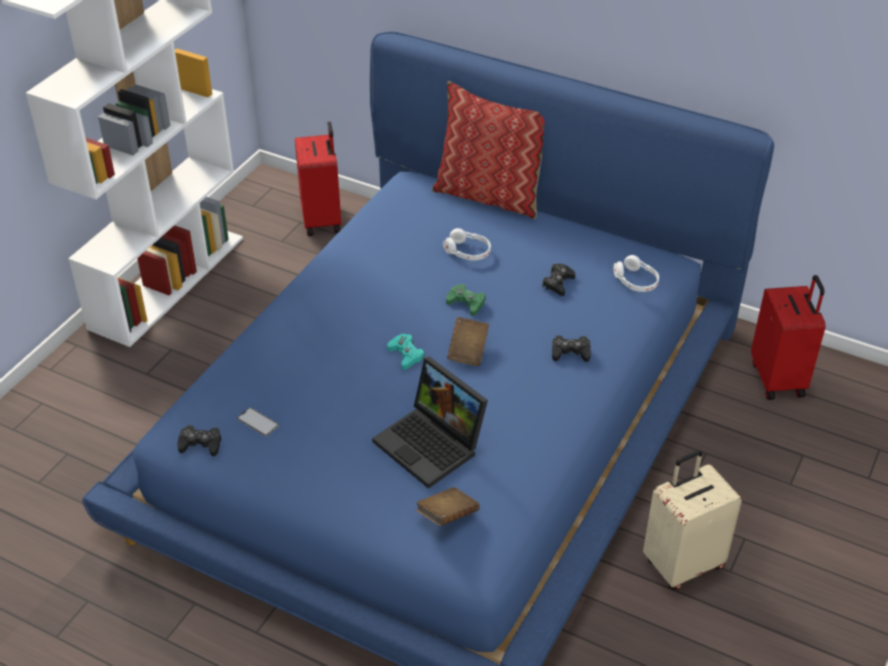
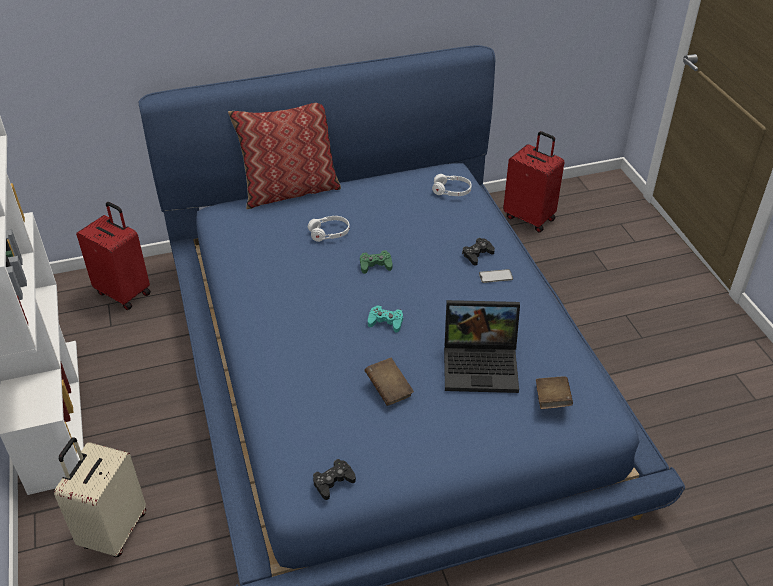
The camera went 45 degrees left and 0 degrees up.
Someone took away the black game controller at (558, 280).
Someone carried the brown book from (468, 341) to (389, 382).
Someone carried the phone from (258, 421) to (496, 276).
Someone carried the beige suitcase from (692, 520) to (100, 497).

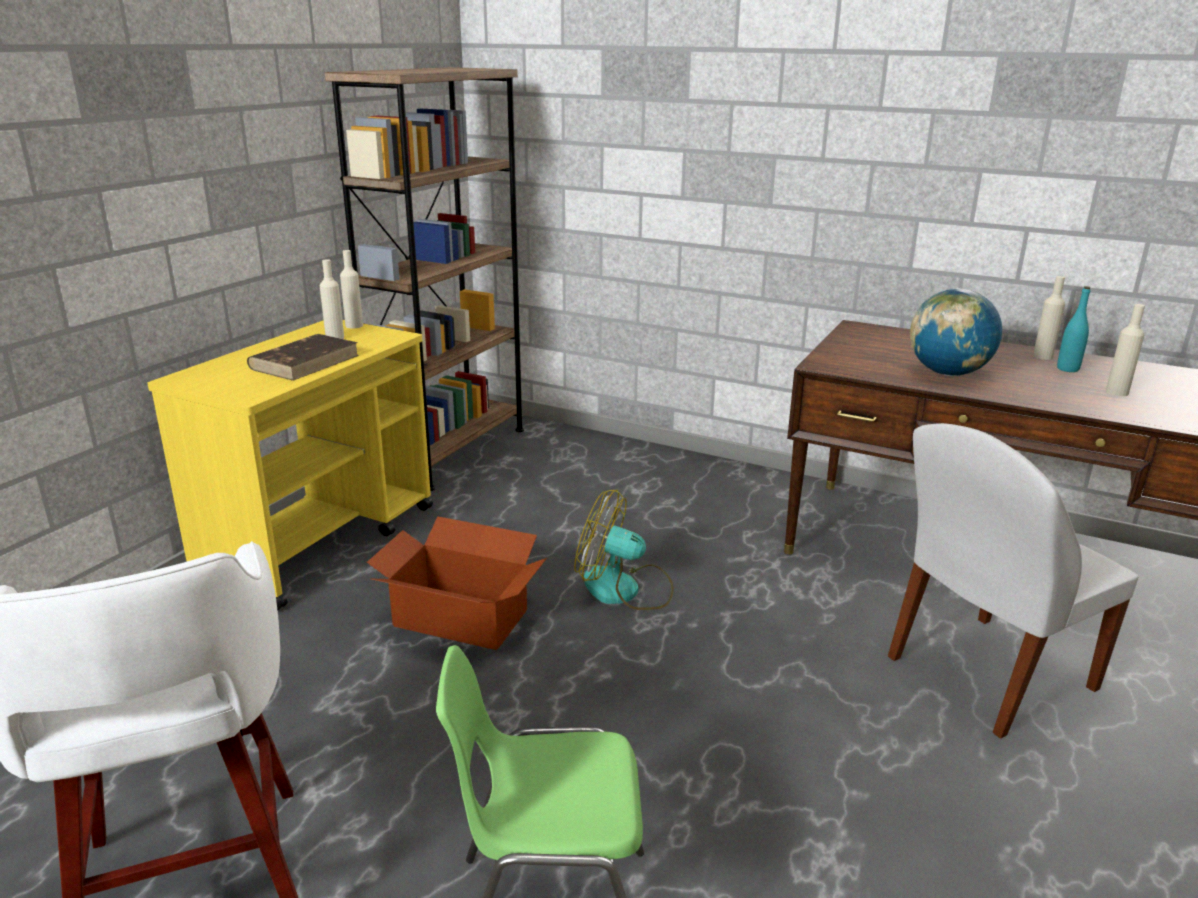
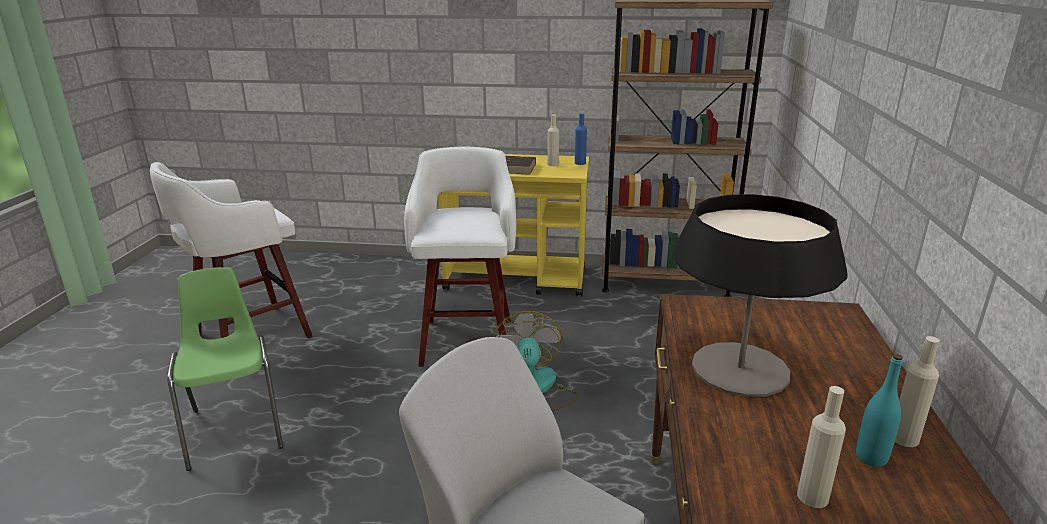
The camera went 70 degrees right and 0 degrees up.
Someone repainted the beige bottle at (351, 289), which became the blue bottle at (581, 139).
Someone swapped the globe at (956, 332) for the table lamp at (760, 295).
Someone swapped the cardboard box at (457, 583) for the white stool at (460, 257).

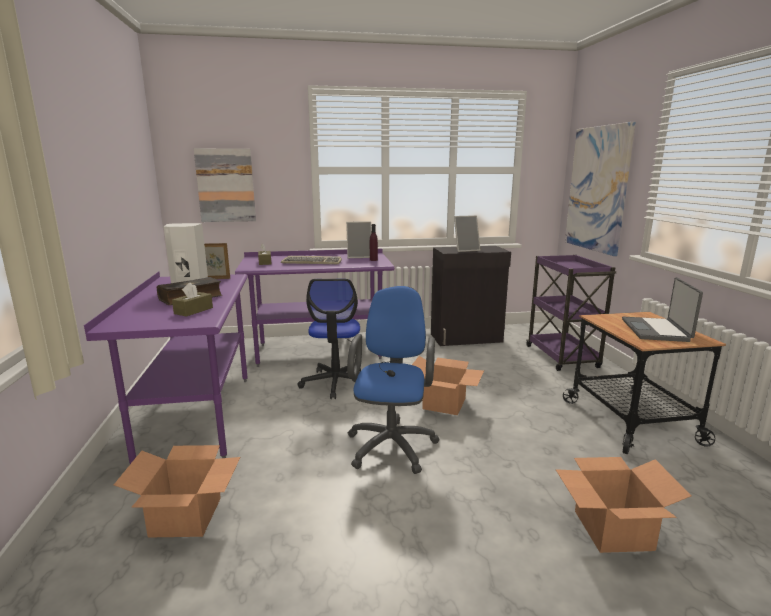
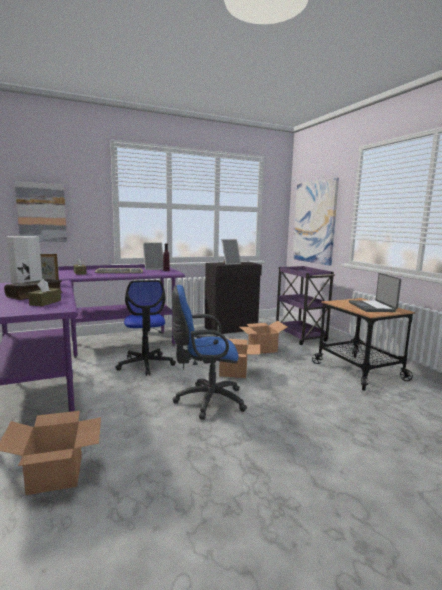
The camera went 15 degrees left and 5 degrees down.
Someone rotated the blue office chair at (393, 380) by 90 degrees counterclockwise.
Someone carried the cardboard box from (623, 505) to (263, 337).

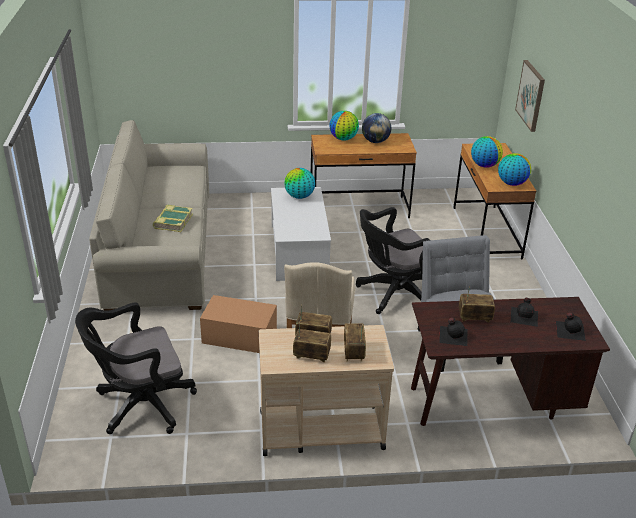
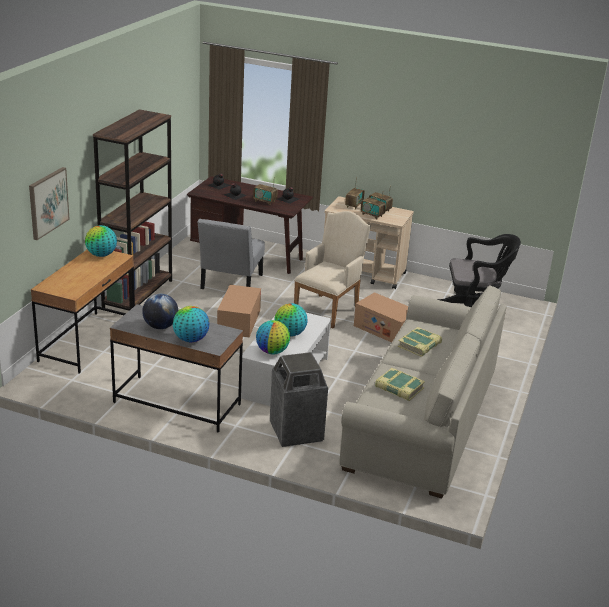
The camera went 155 degrees left and 5 degrees down.
Someone repainted the brown desk at (364, 175), which became the grey desk at (176, 368).
Someone carried the globe from (487, 152) to (291, 320).
Someone swapped the black office chair at (393, 260) for the cardboard box at (239, 311).
Someone put down the brown bookcase at (132, 210).
Someone put down the trash can at (299, 399).
Someone put down the book at (400, 384).

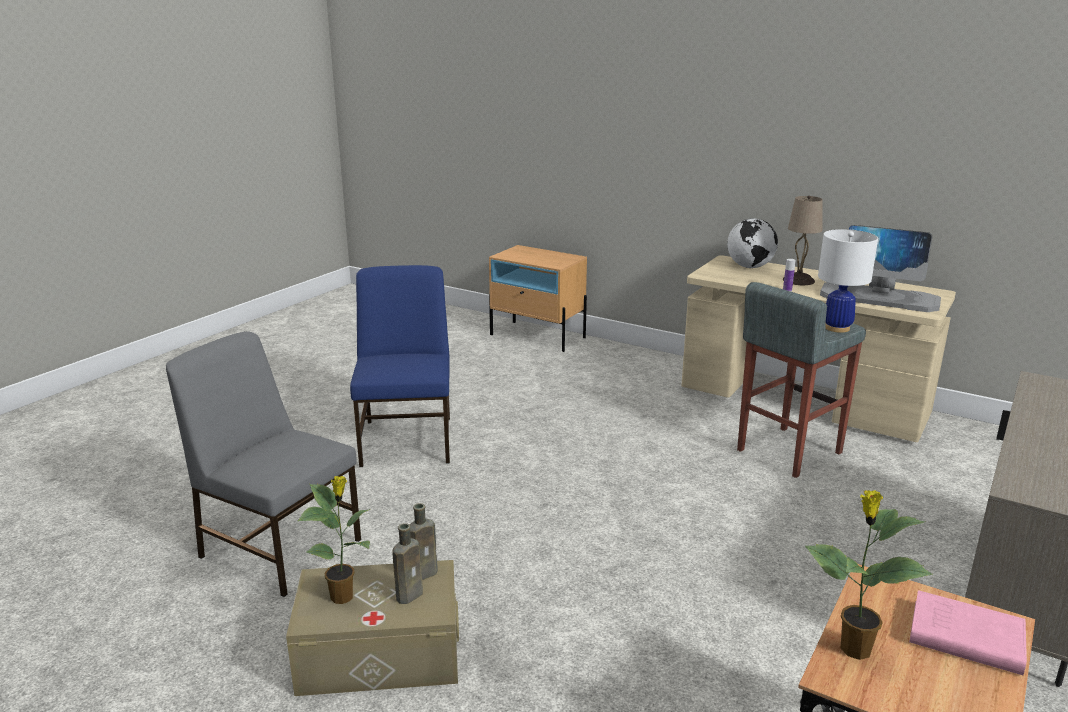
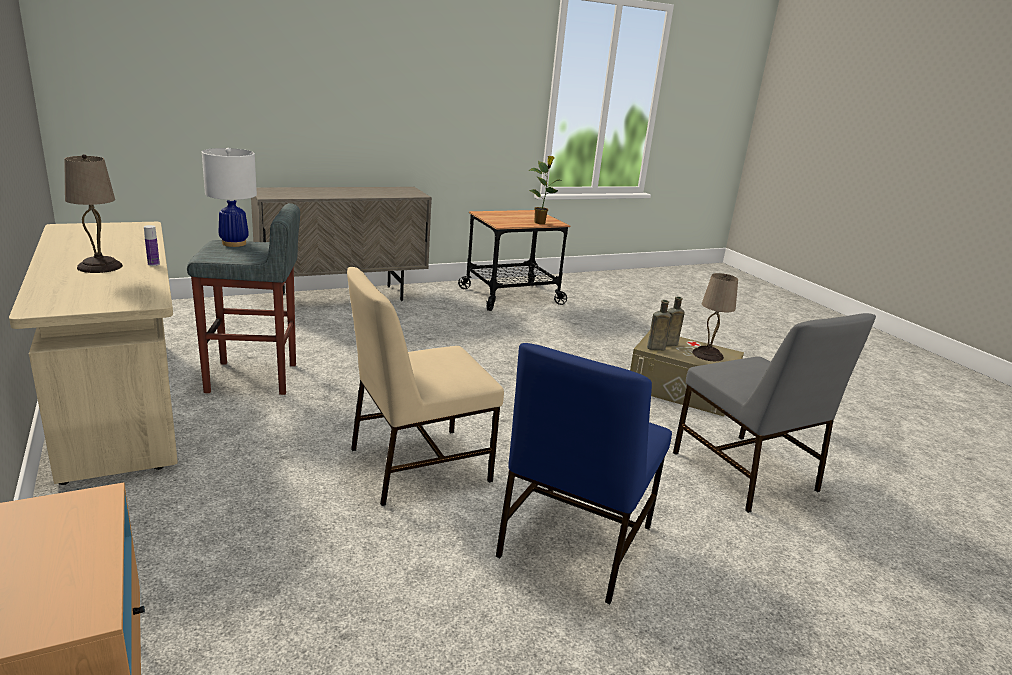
The camera went 150 degrees left and 0 degrees up.
Someone took away the globe at (752, 243).
Someone took away the monitor at (880, 268).
Someone swapped the potted plant at (334, 540) for the beige table lamp at (715, 317).
Someone took away the pink book at (968, 632).
Someone put down the beige chair at (425, 386).

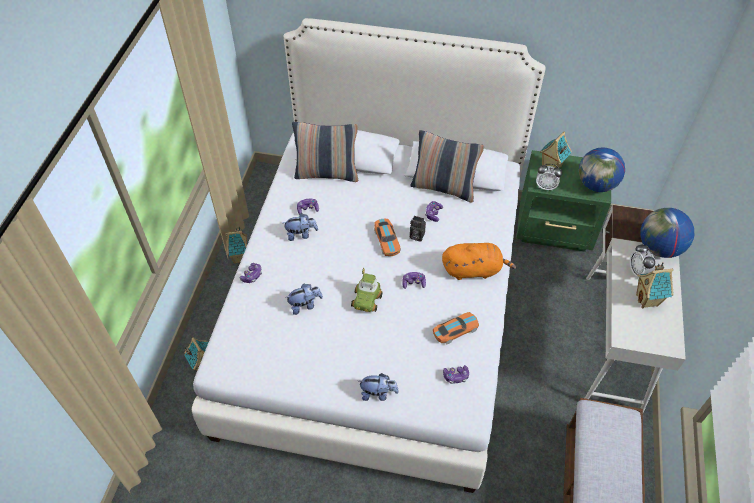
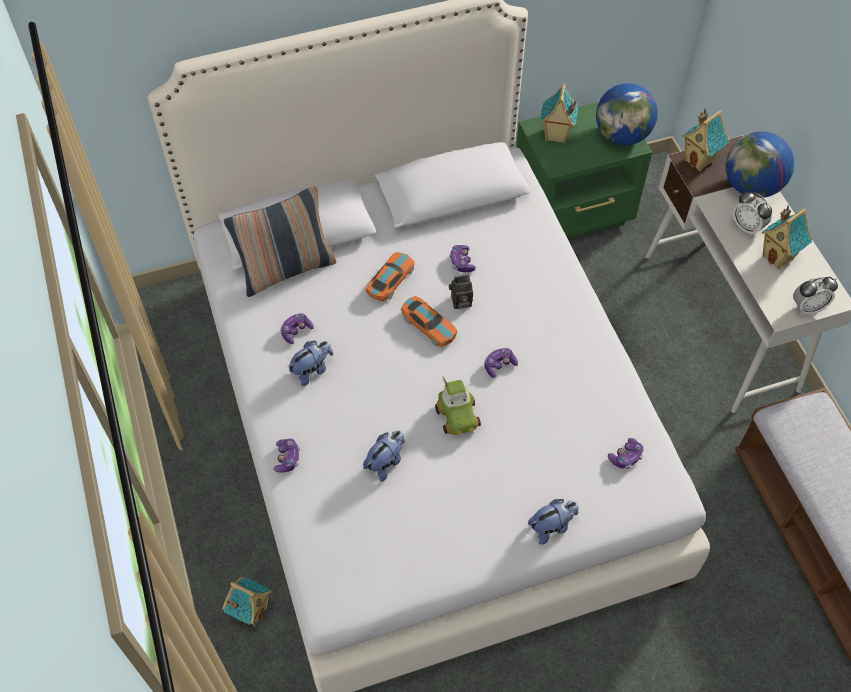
The camera went 30 degrees left and 5 degrees up.
Someone took away the pillow at (447, 166).
Someone carried the alarm clock from (549, 177) to (815, 295).
Someone carried the toy house from (236, 245) to (706, 140).
Someone took away the orange plush toy at (479, 261).
Someone carried the toy car from (456, 328) to (390, 276).

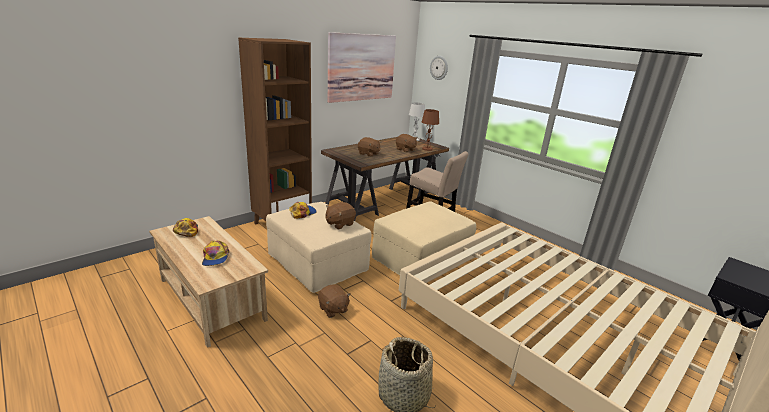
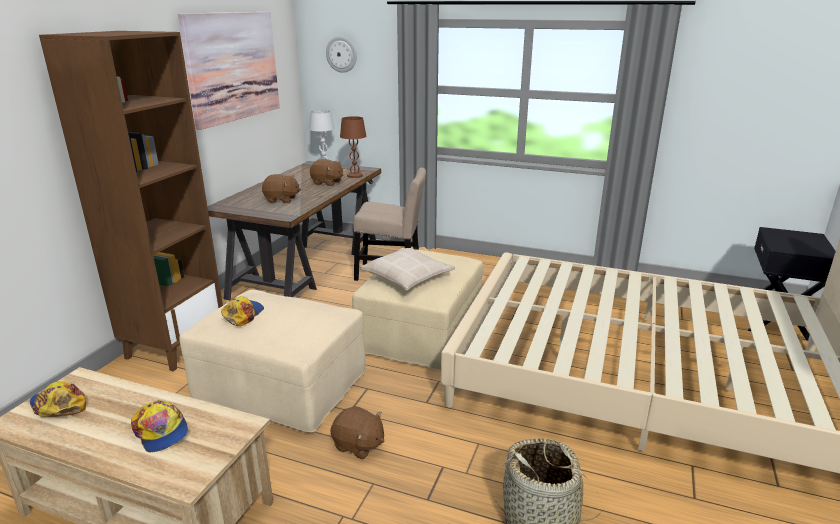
The camera went 25 degrees left and 0 degrees up.
Someone took away the brown plush toy at (341, 215).
Someone put down the beige pillow at (408, 269).

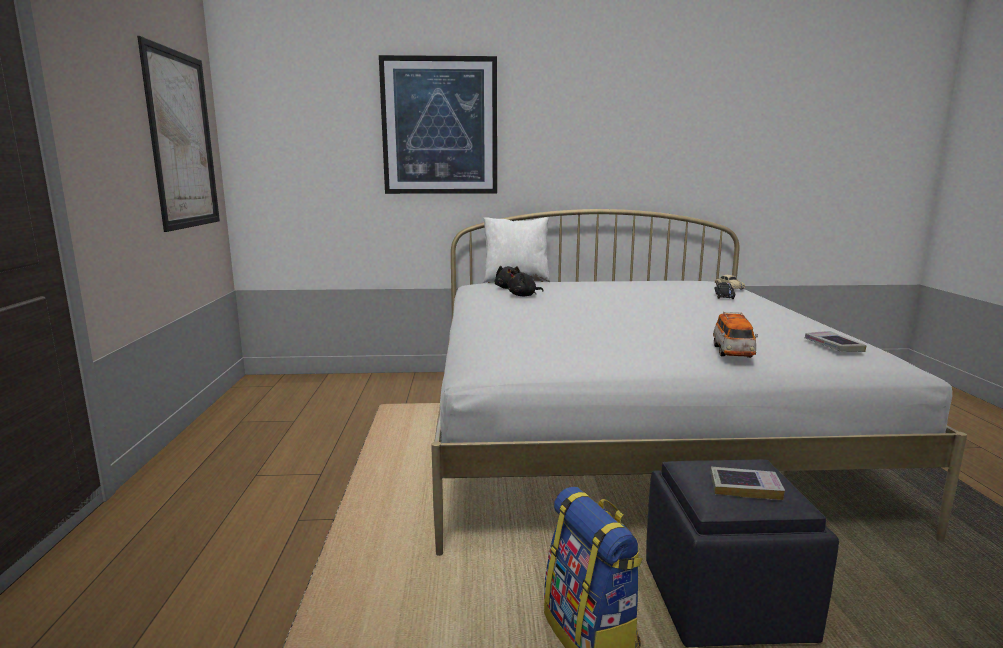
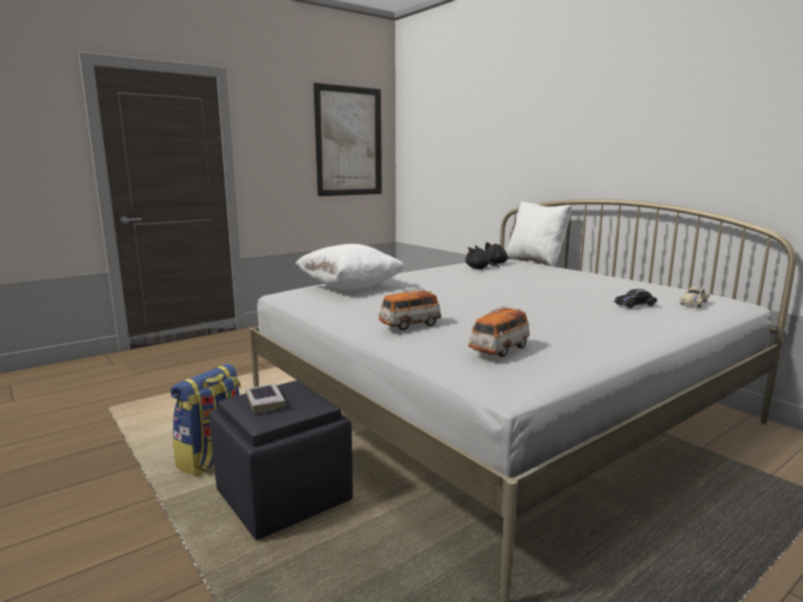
The camera went 55 degrees right and 0 degrees up.
Someone took away the picture at (438, 124).
Someone swapped the book at (836, 341) for the toy car at (499, 331).
Someone put down the white pillow at (350, 267).

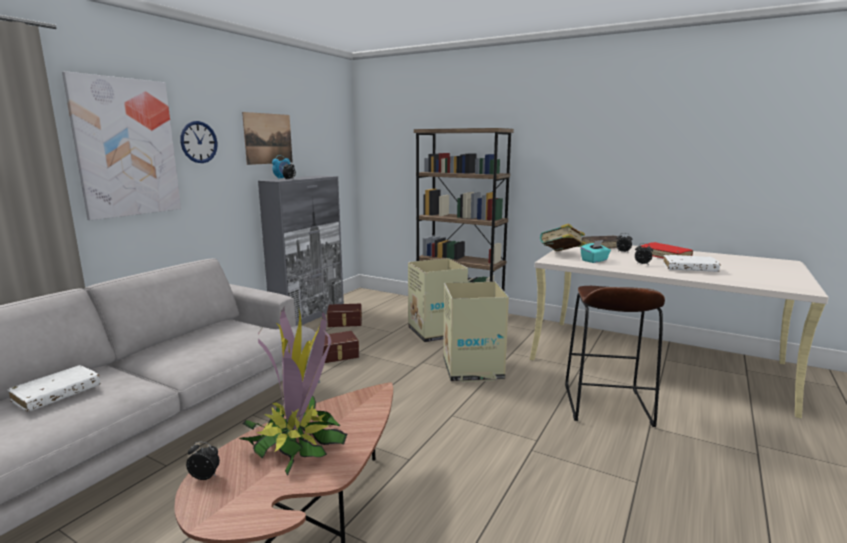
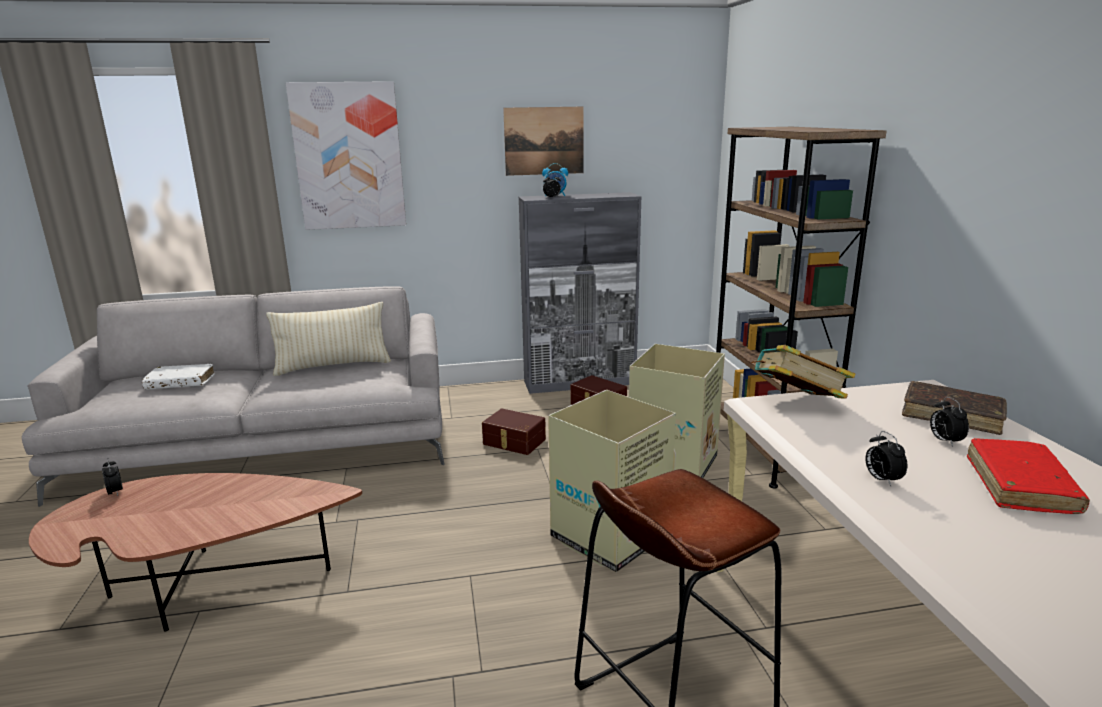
The camera went 50 degrees right and 5 degrees up.
Someone took away the wall clock at (198, 142).
Someone took away the turquoise tissue box at (595, 251).
Someone took away the white book at (692, 263).
Someone took away the potted plant at (293, 391).
Someone put down the beige pillow at (328, 339).

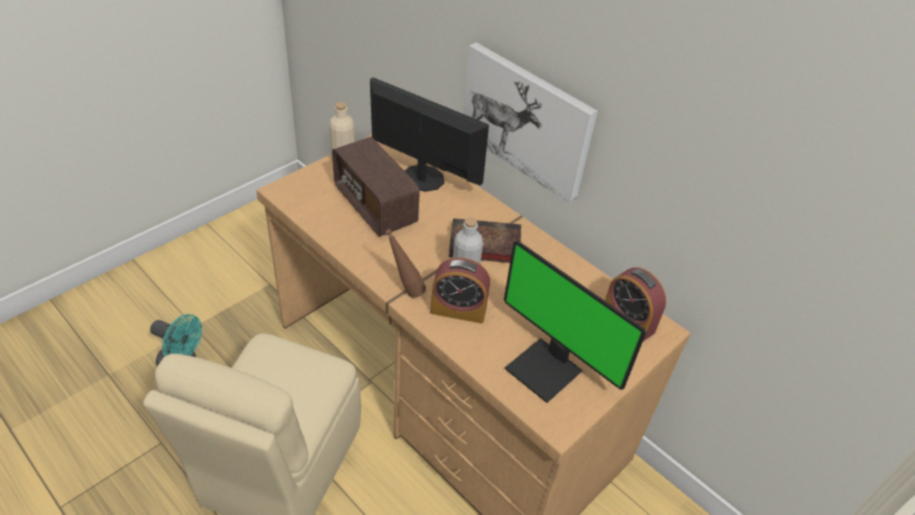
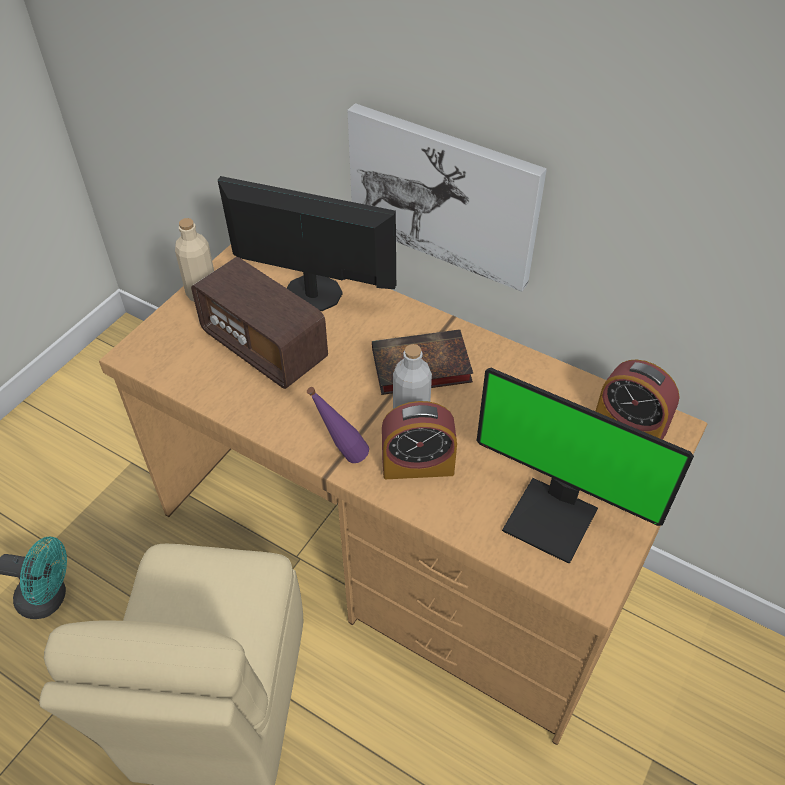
The camera went 10 degrees left and 5 degrees up.
Someone repainted the brown bottle at (405, 263), which became the purple bottle at (338, 425).

